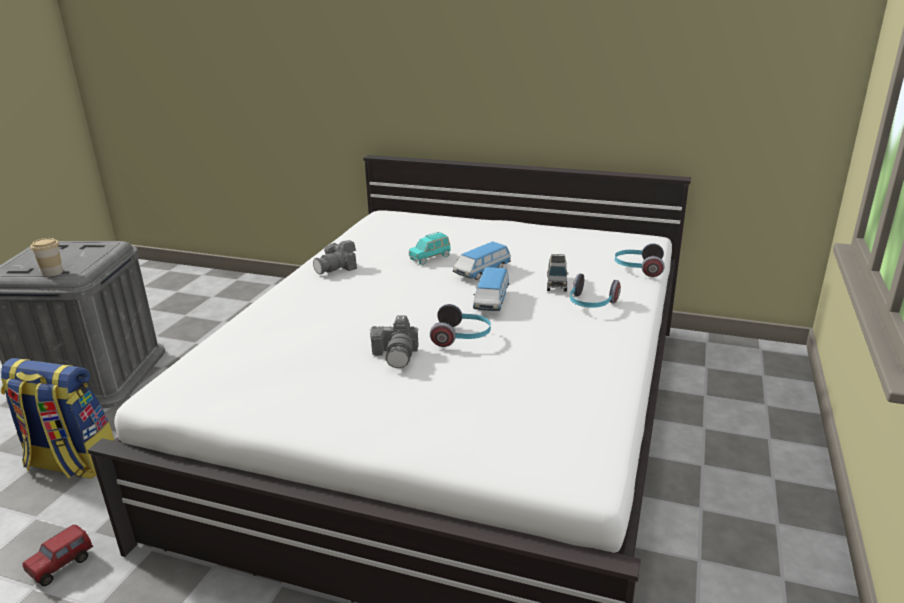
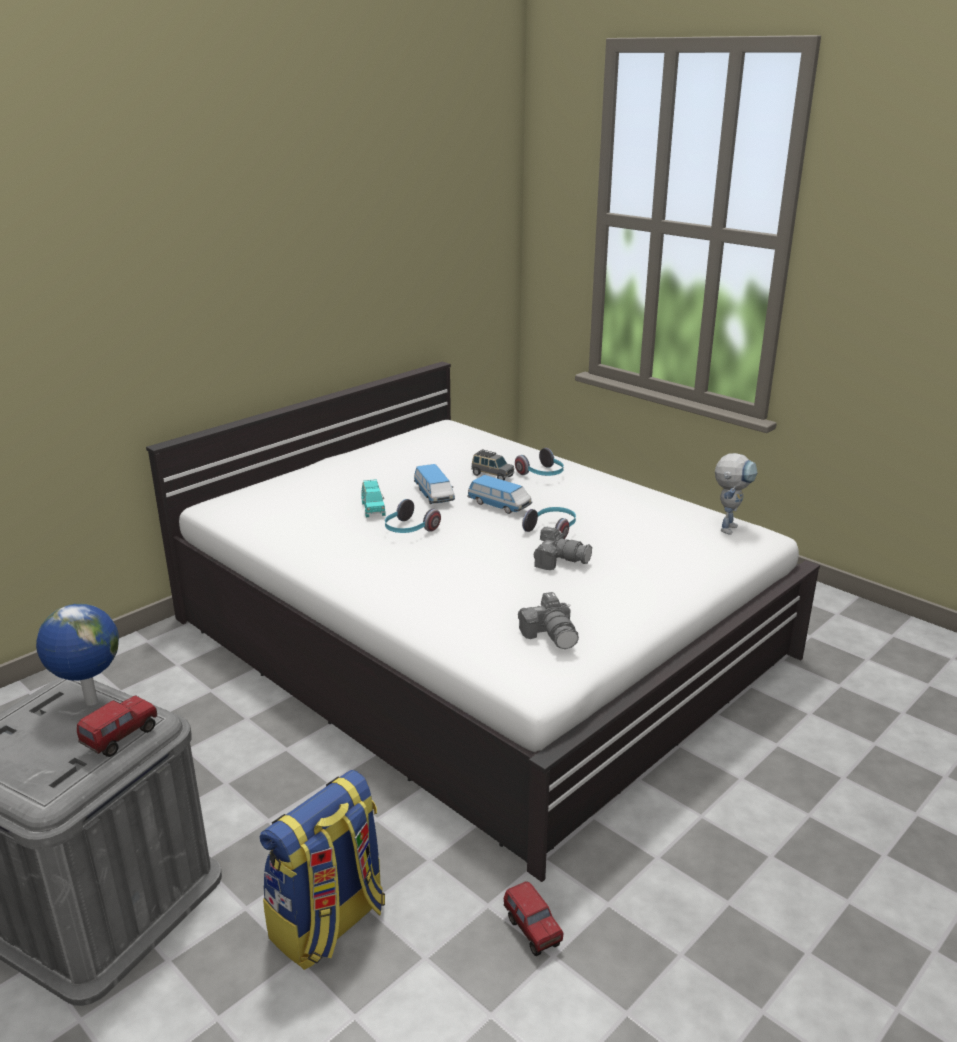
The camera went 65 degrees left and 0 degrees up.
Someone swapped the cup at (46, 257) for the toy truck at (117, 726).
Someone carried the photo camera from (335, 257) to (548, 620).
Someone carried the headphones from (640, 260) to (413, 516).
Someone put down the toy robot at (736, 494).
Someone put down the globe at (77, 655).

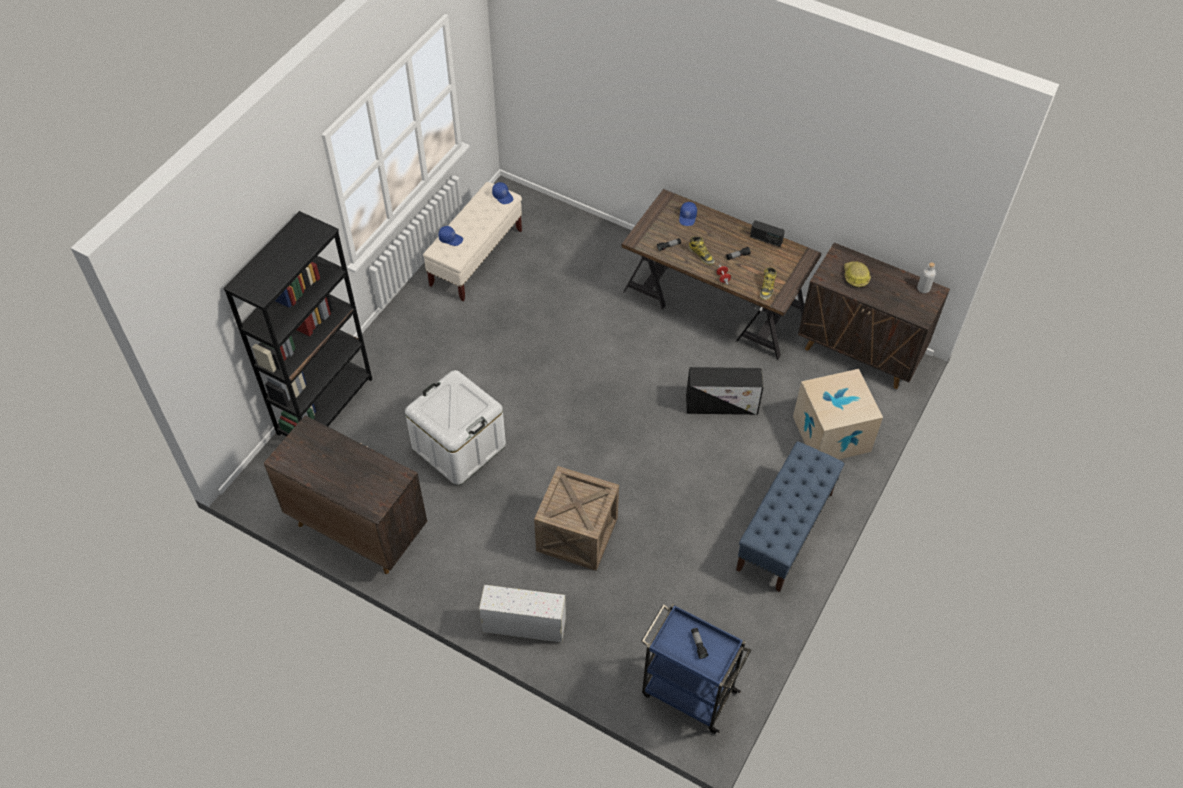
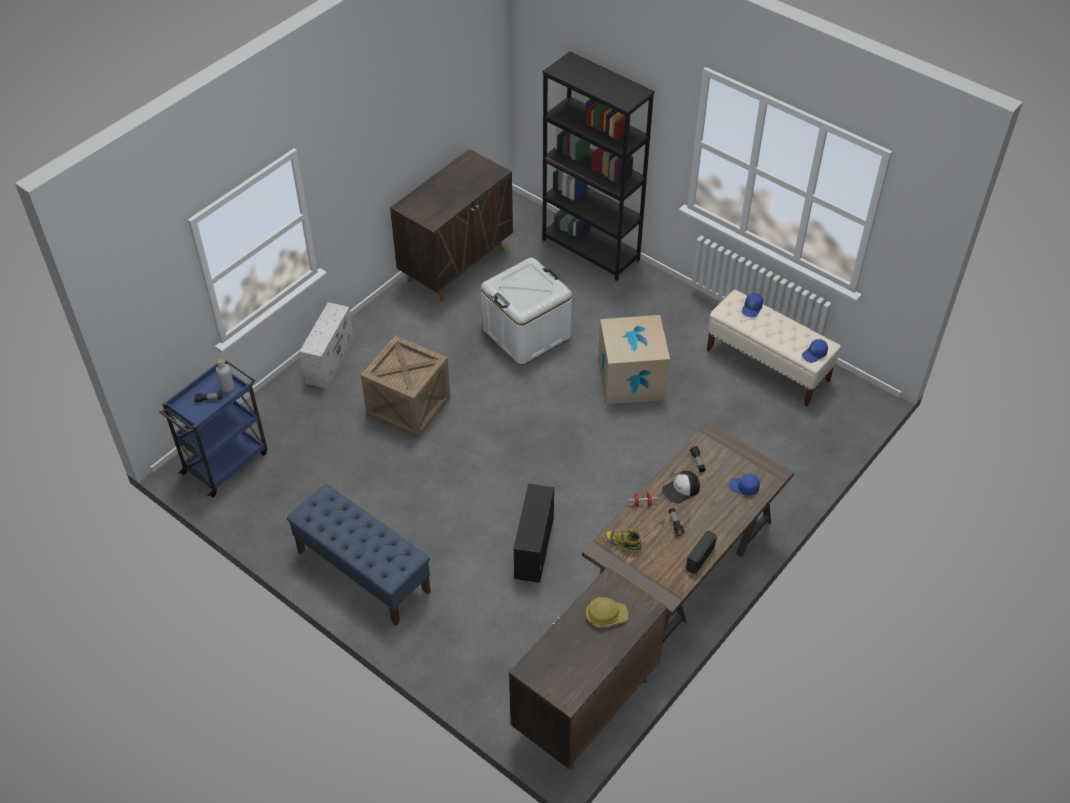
The camera went 100 degrees right and 5 degrees down.
Someone swapped the boot at (701, 250) for the cap at (681, 487).
Someone carried the grey bottle from (926, 277) to (225, 375).
Someone carried the cardboard box from (838, 414) to (634, 359).

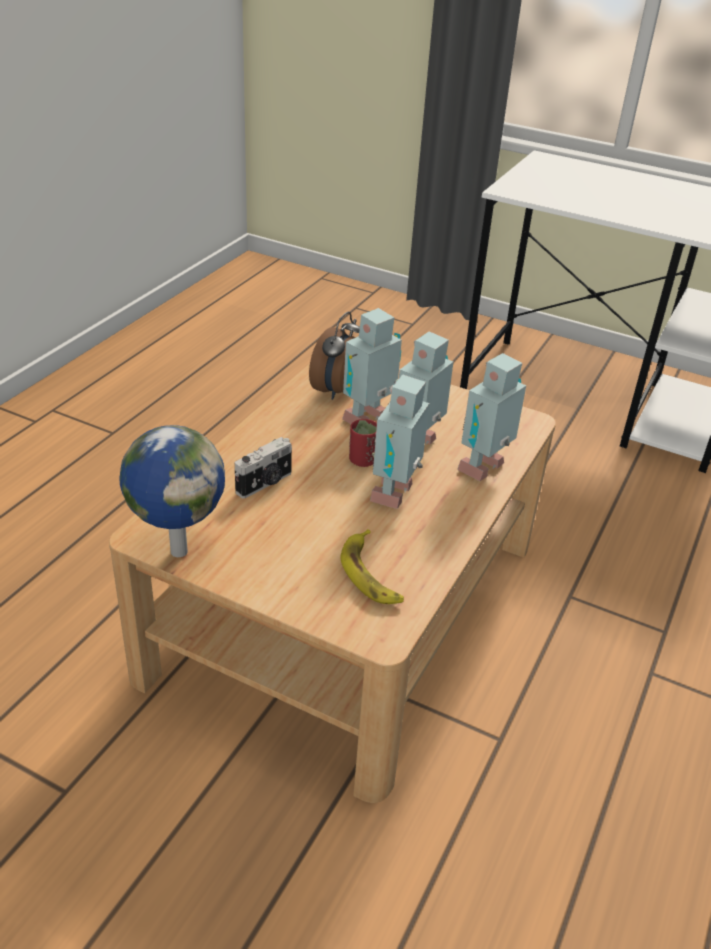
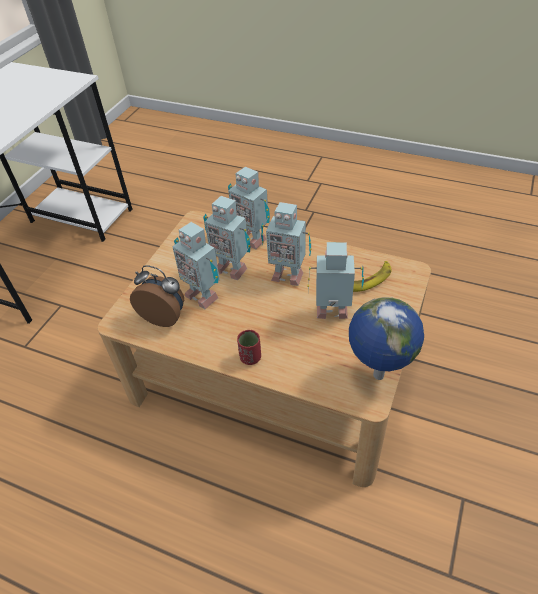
The camera went 90 degrees left and 10 degrees up.
Someone carried the red cup from (363, 443) to (249, 347).
Someone took away the photo camera at (263, 467).
Someone put down the toy robot at (336, 280).

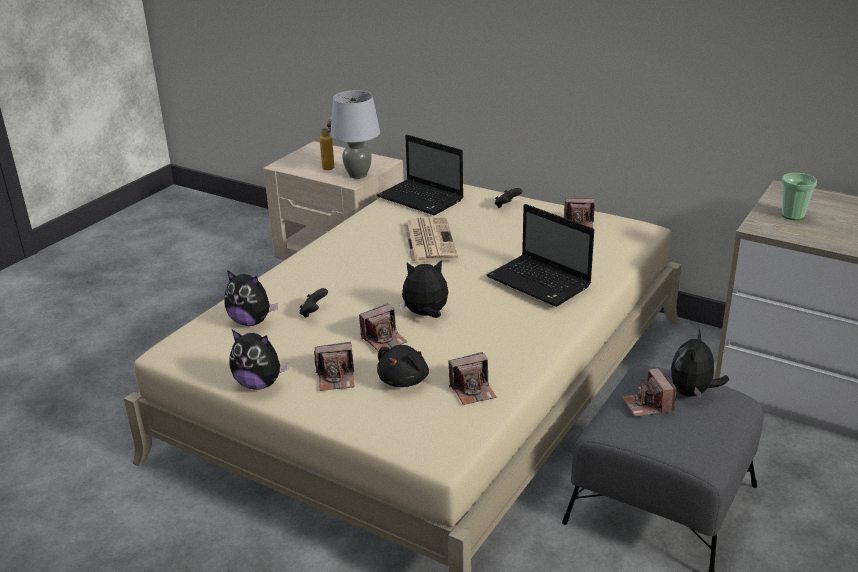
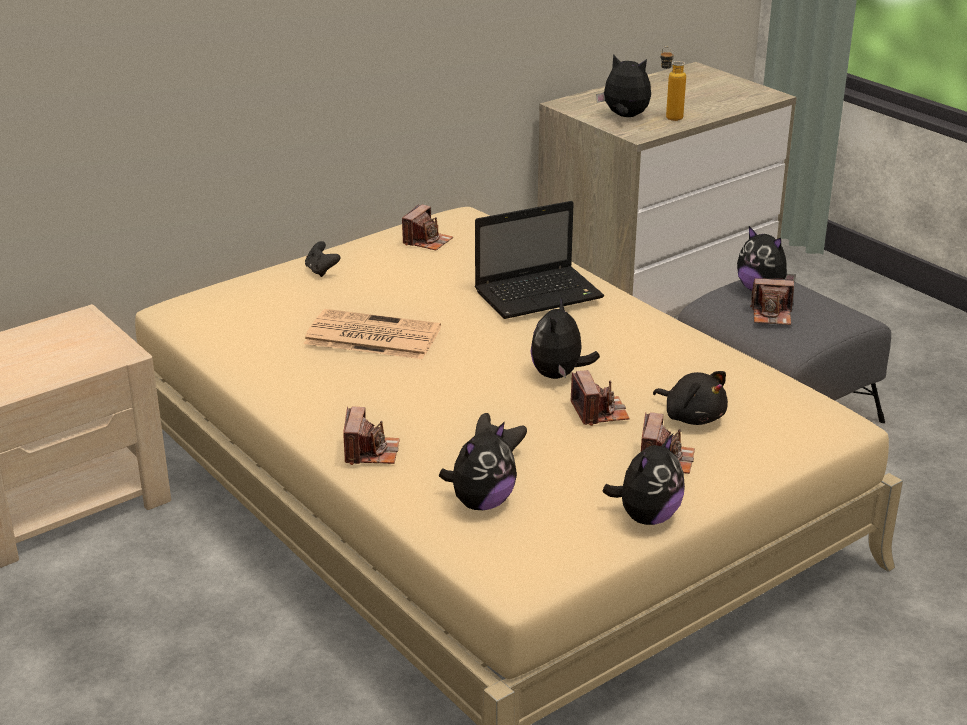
The camera went 70 degrees left and 0 degrees up.
Someone took away the grey table lamp at (355, 134).
Someone carried the bottle from (327, 143) to (673, 83).
Someone took away the laptop at (420, 175).
Someone swapped the cup at (799, 196) for the plush toy at (623, 85).
Someone carried the photo camera from (472, 378) to (371, 436).

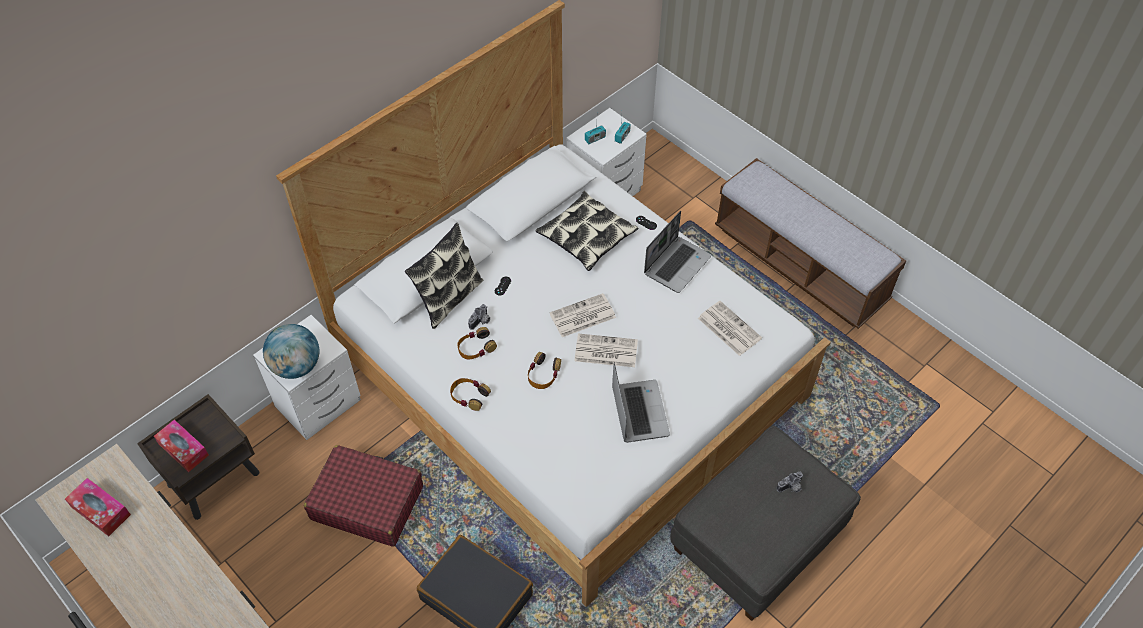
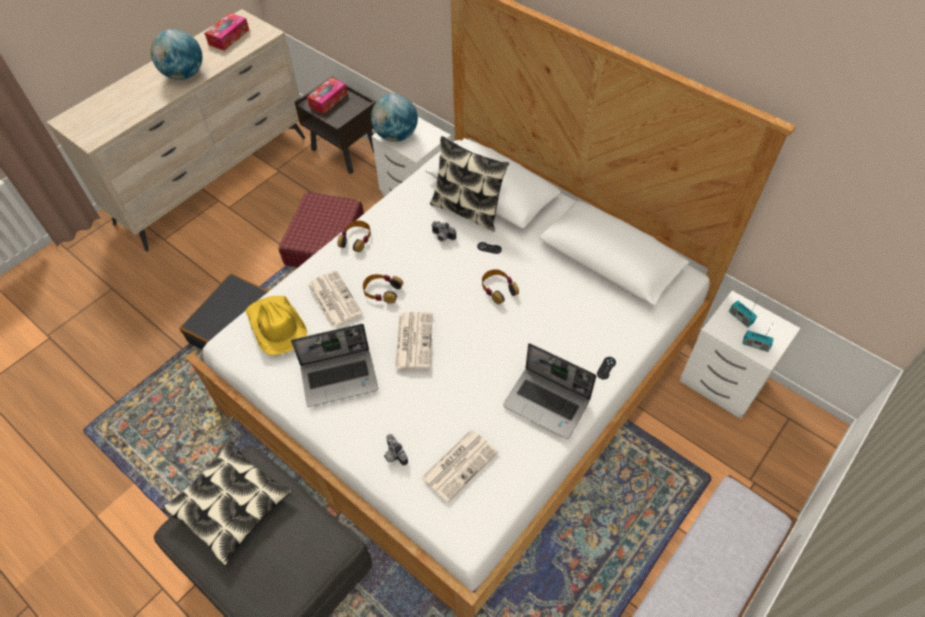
The camera went 85 degrees right and 0 degrees up.
Someone carried the pillow from (586, 231) to (227, 503).
Someone carried the newspaper from (583, 315) to (335, 299).
Someone carried the headphones from (477, 343) to (500, 286).
Someone carried the photo camera from (790, 482) to (396, 449).
Someone put down the globe at (176, 54).
Someone put down the yellow hat at (276, 325).

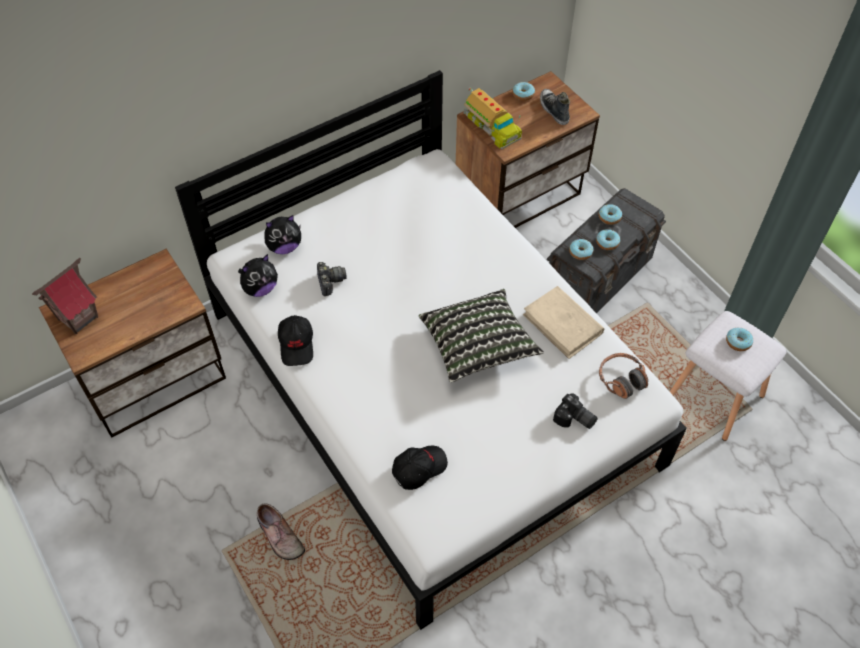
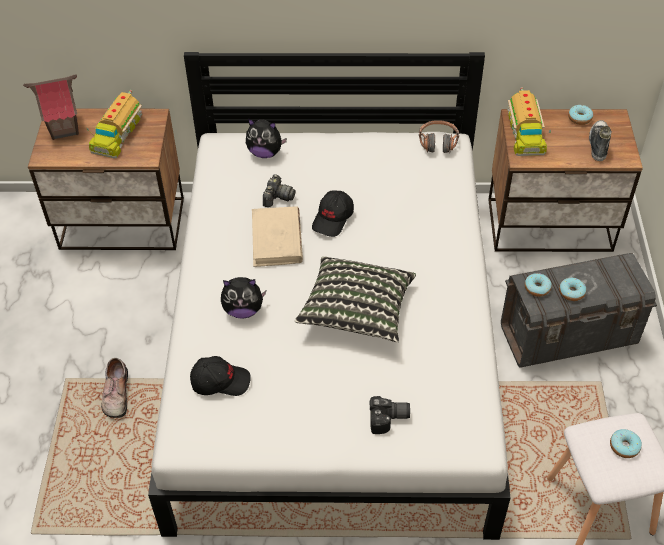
The camera went 35 degrees right and 5 degrees down.
Someone took away the donut at (610, 214).
Someone carried the plush toy from (258, 275) to (243, 298).
Someone carried the beige book from (563, 322) to (277, 236).
Someone carried the black cap from (295, 340) to (333, 214).
Someone carried the headphones from (623, 376) to (439, 137).
Someone rotated the photo camera at (575, 411) by 75 degrees counterclockwise.
Someone put down the toy truck at (114, 124).

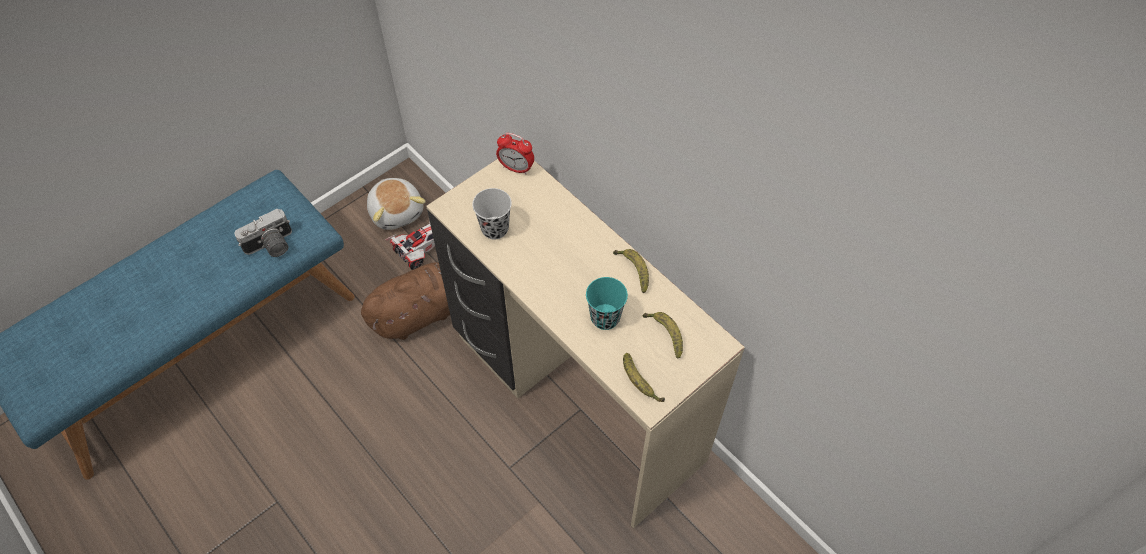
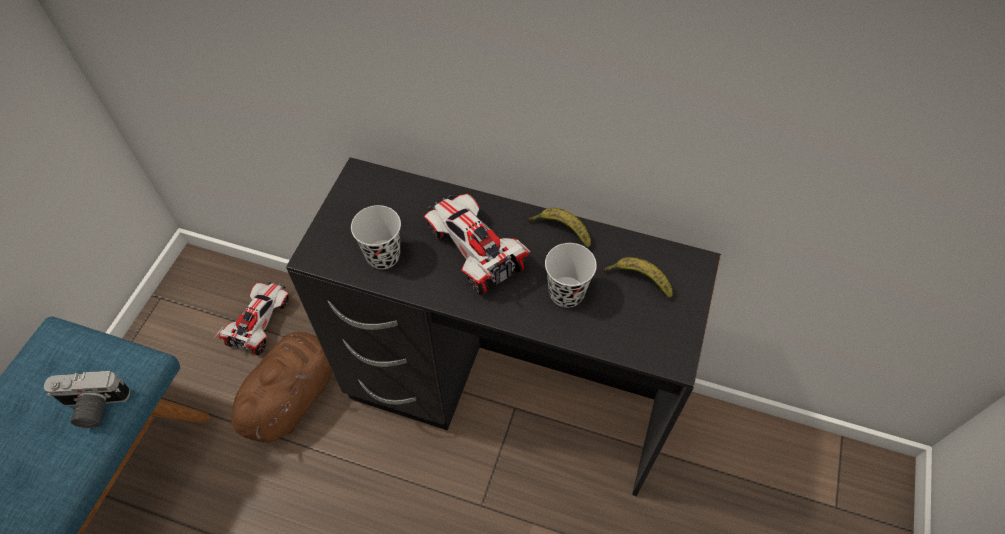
The camera went 30 degrees left and 0 degrees up.
Someone took away the alarm clock at (515, 154).
Someone repainted the beige desk at (585, 343), which became the black desk at (503, 326).
Someone took away the plush toy at (396, 204).
Someone rotated the photo camera at (263, 233) by 60 degrees clockwise.
Someone repainted the turquoise cup at (607, 303), which became the black cup at (571, 275).
Someone took away the banana at (644, 377).
Someone put down the toy car at (477, 244).

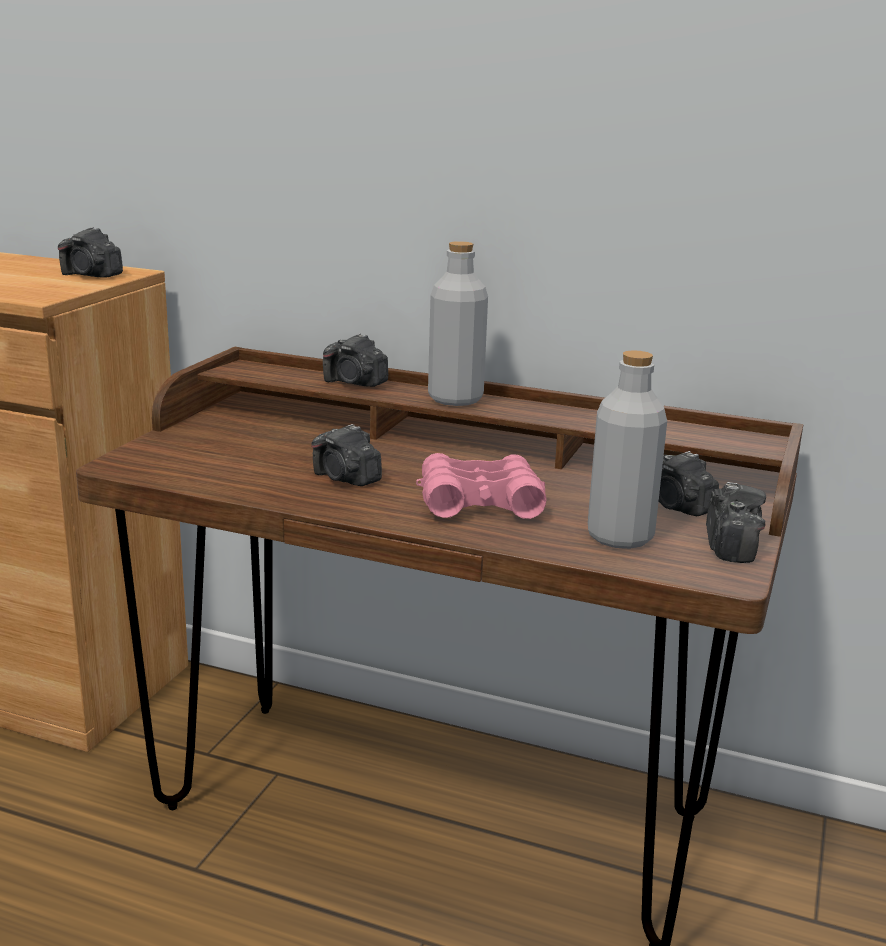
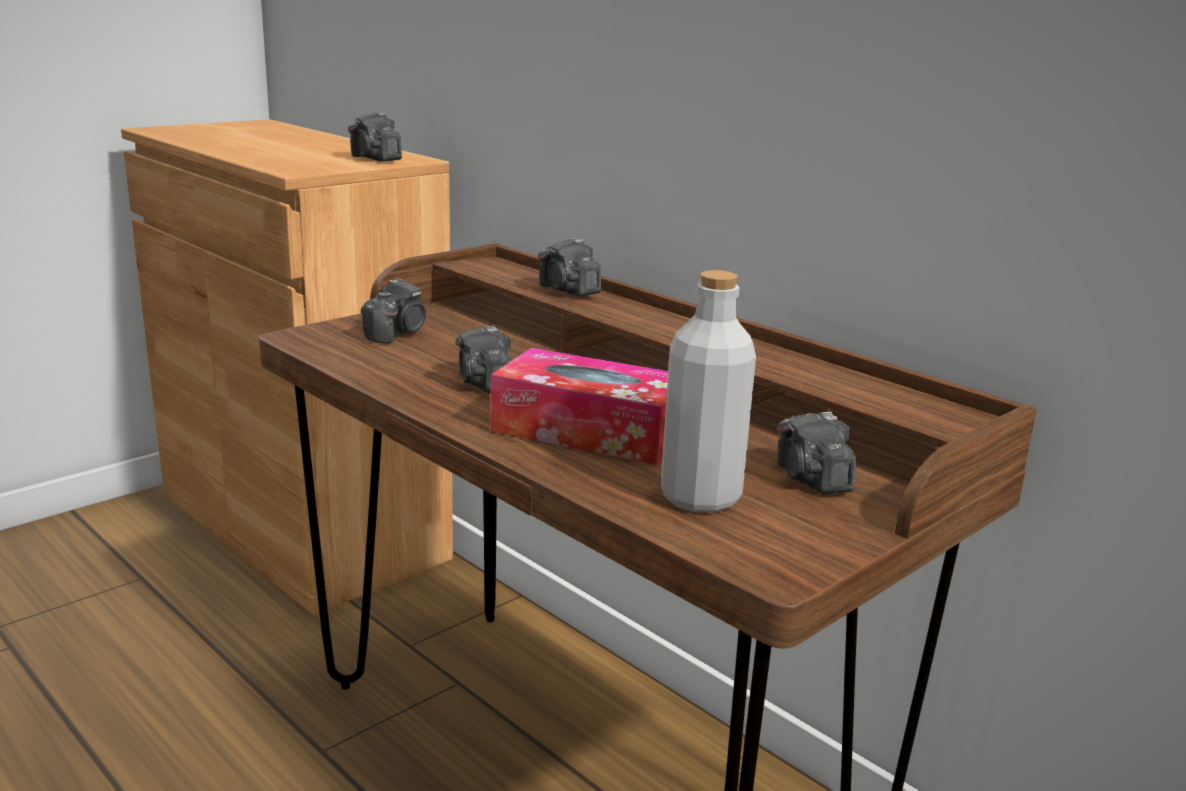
The camera went 25 degrees right and 0 degrees up.
Someone took away the grey bottle at (458, 323).
Someone swapped the pink binoculars at (481, 486) for the tissue box at (579, 406).
Someone carried the photo camera from (736, 522) to (393, 311).

